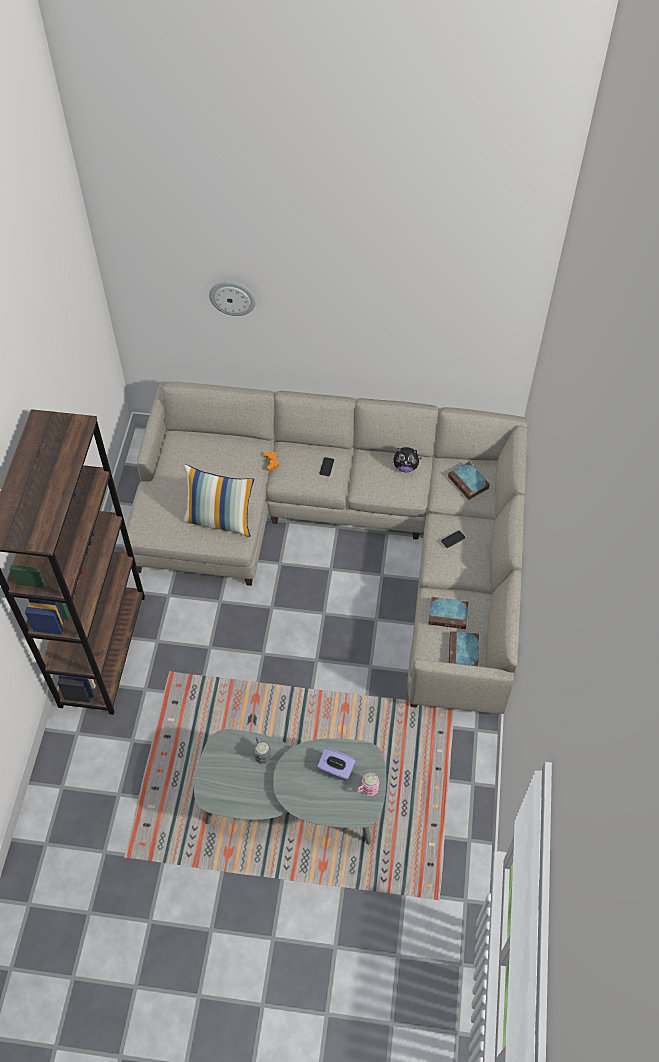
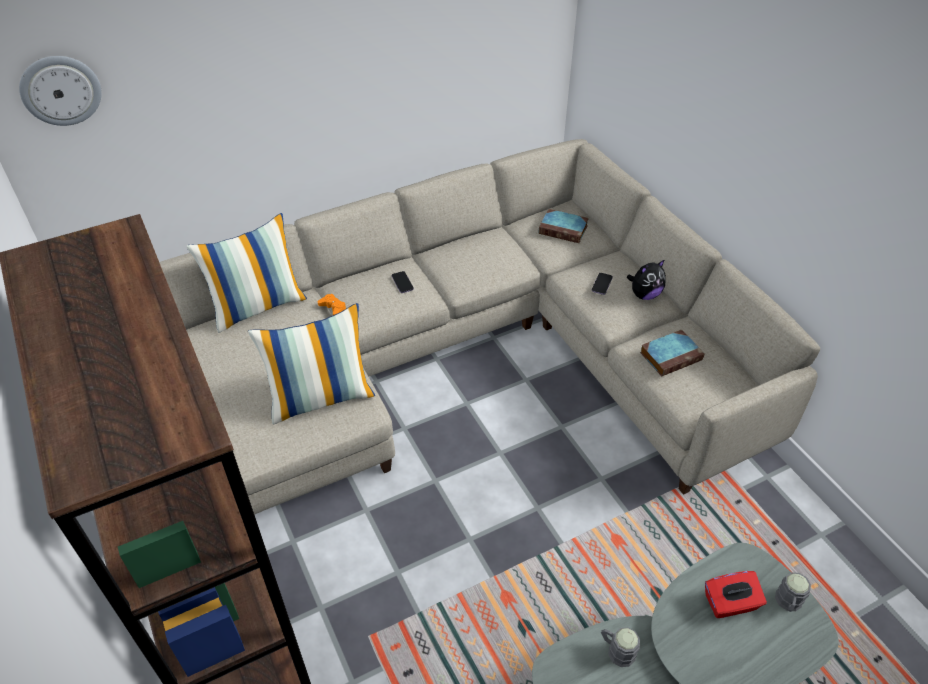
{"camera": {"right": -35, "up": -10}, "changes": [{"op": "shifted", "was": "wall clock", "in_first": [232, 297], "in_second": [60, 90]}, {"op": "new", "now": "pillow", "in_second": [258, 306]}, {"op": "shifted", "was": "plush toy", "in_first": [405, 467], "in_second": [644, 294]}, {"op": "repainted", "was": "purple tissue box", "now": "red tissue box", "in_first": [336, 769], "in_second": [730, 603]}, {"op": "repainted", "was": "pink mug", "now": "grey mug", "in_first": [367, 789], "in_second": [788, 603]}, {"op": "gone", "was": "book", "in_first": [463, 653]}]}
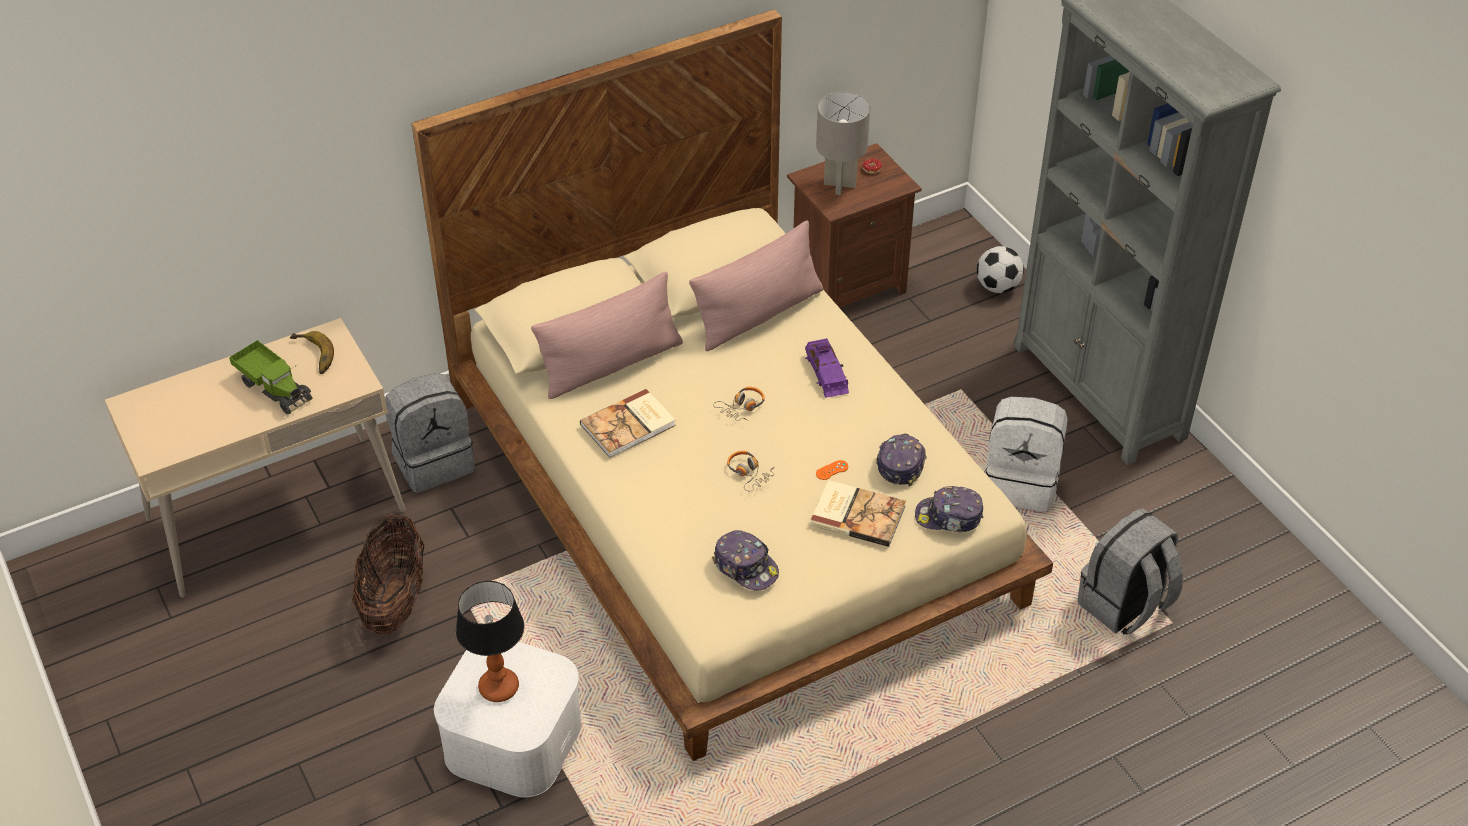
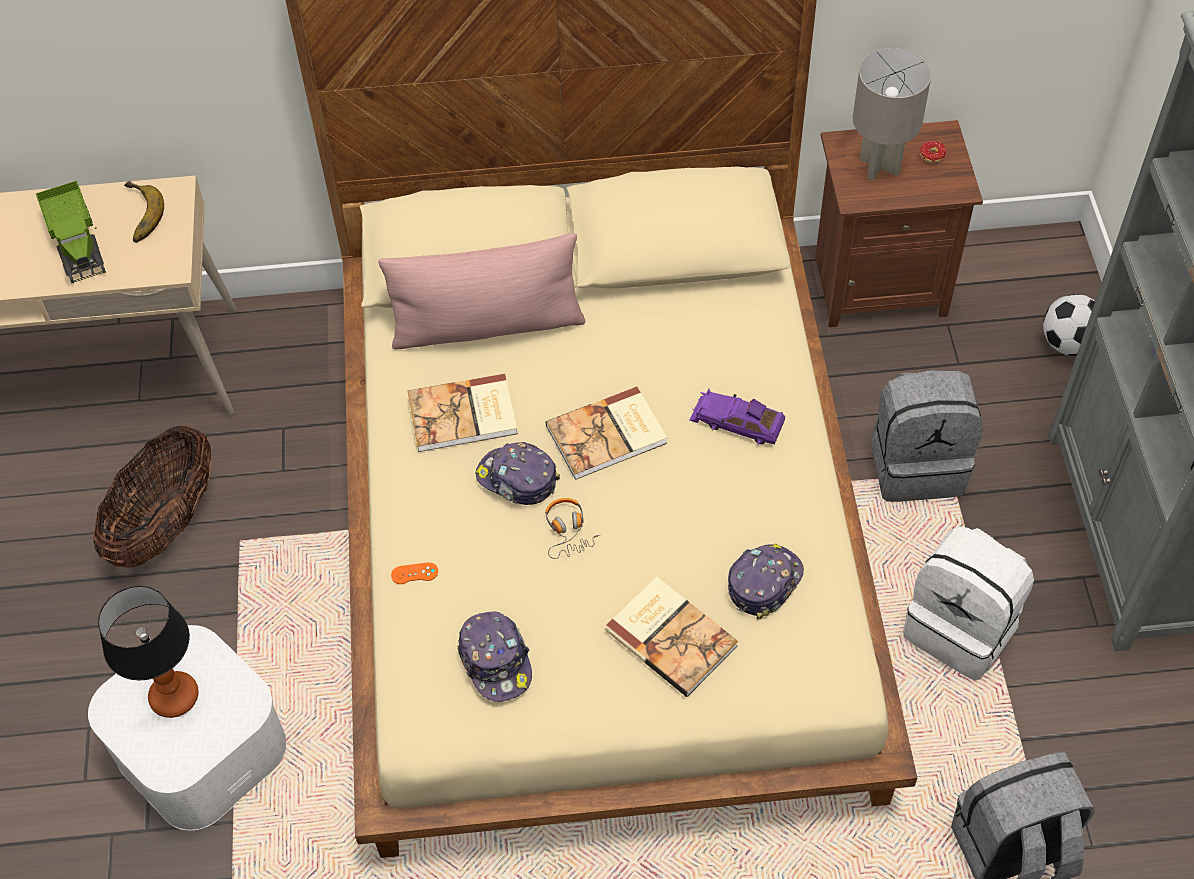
{"camera": {"right": 25, "up": 10}, "changes": [{"op": "shifted", "was": "orange game controller", "in_first": [832, 470], "in_second": [414, 573]}, {"op": "shifted", "was": "cap", "in_first": [949, 517], "in_second": [517, 479]}, {"op": "swapped", "was": "headphones", "now": "book", "in_first": [742, 407], "in_second": [608, 436]}, {"op": "rotated", "was": "purple toy car", "in_first": [826, 373], "in_second": [737, 422], "clockwise": 105}, {"op": "shifted", "was": "grey backpack", "in_first": [434, 461], "in_second": [917, 464]}, {"op": "gone", "was": "pink pillow", "in_first": [759, 315]}]}
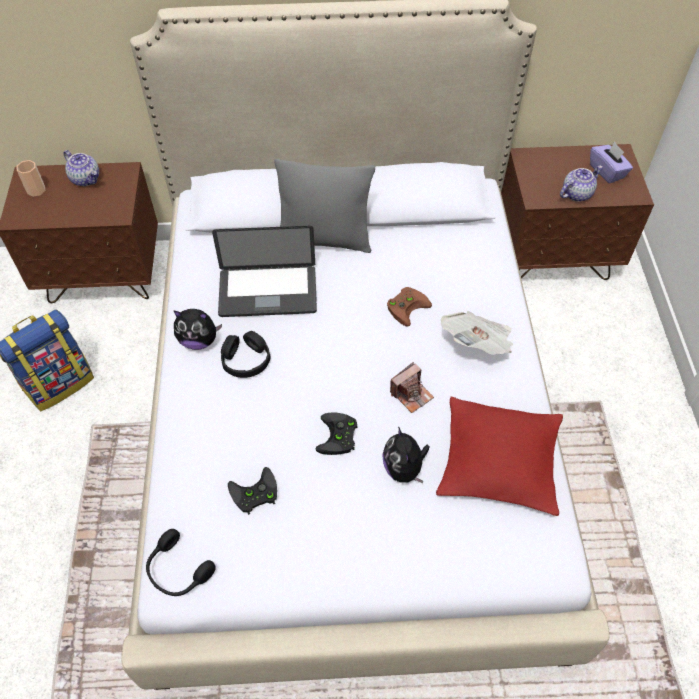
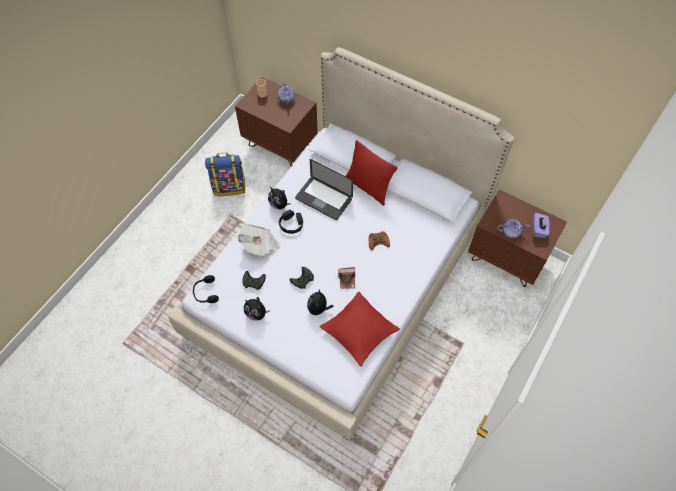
{"camera": {"right": 35, "up": 5}, "changes": [{"op": "shifted", "was": "newspaper", "in_first": [477, 344], "in_second": [260, 245]}, {"op": "new", "now": "plush toy", "in_second": [256, 313]}, {"op": "repainted", "was": "grey pillow", "now": "red pillow", "in_first": [324, 239], "in_second": [368, 187]}]}
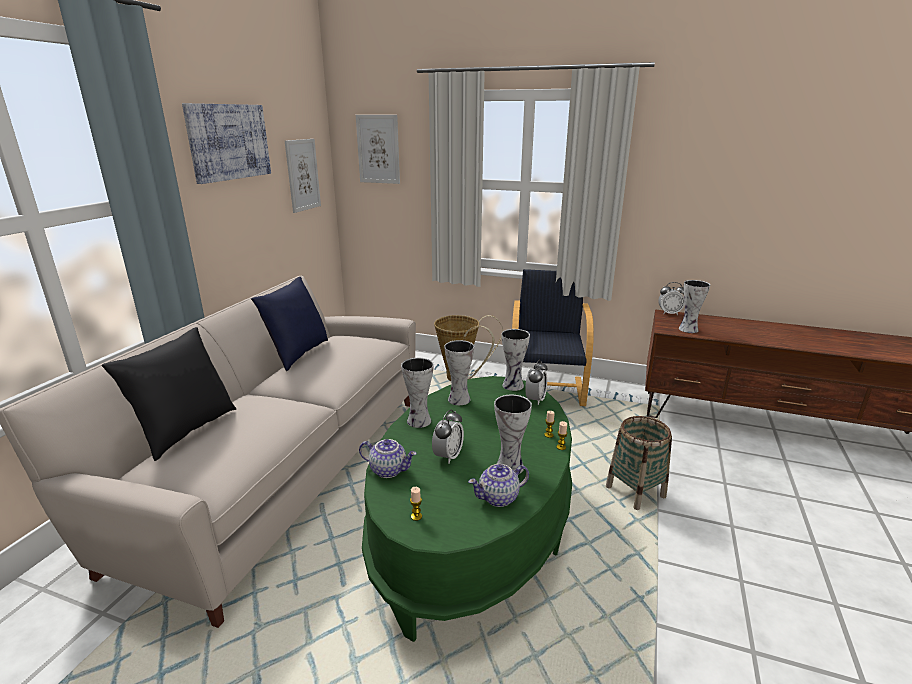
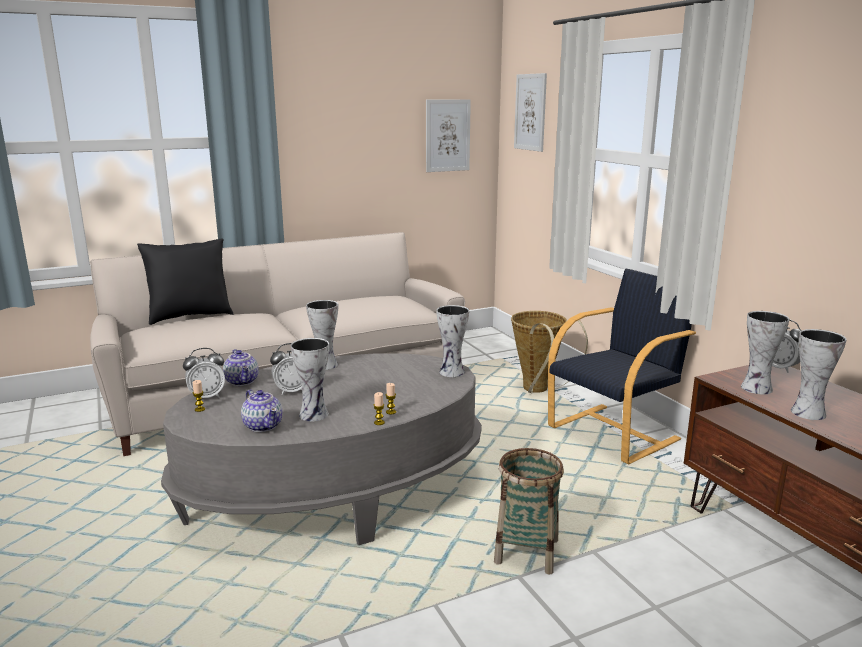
{"camera": {"right": 45, "up": -5}, "changes": [{"op": "repainted", "was": "green coffee table", "now": "grey coffee table", "in_first": [473, 529], "in_second": [335, 494]}, {"op": "shifted", "was": "alarm clock", "in_first": [535, 399], "in_second": [207, 396]}, {"op": "rotated", "was": "teapot", "in_first": [499, 498], "in_second": [263, 425], "clockwise": -150}, {"op": "shifted", "was": "vase", "in_first": [458, 399], "in_second": [806, 412]}, {"op": "gone", "was": "picture", "in_first": [229, 142]}, {"op": "gone", "was": "blue pillow", "in_first": [297, 354]}]}
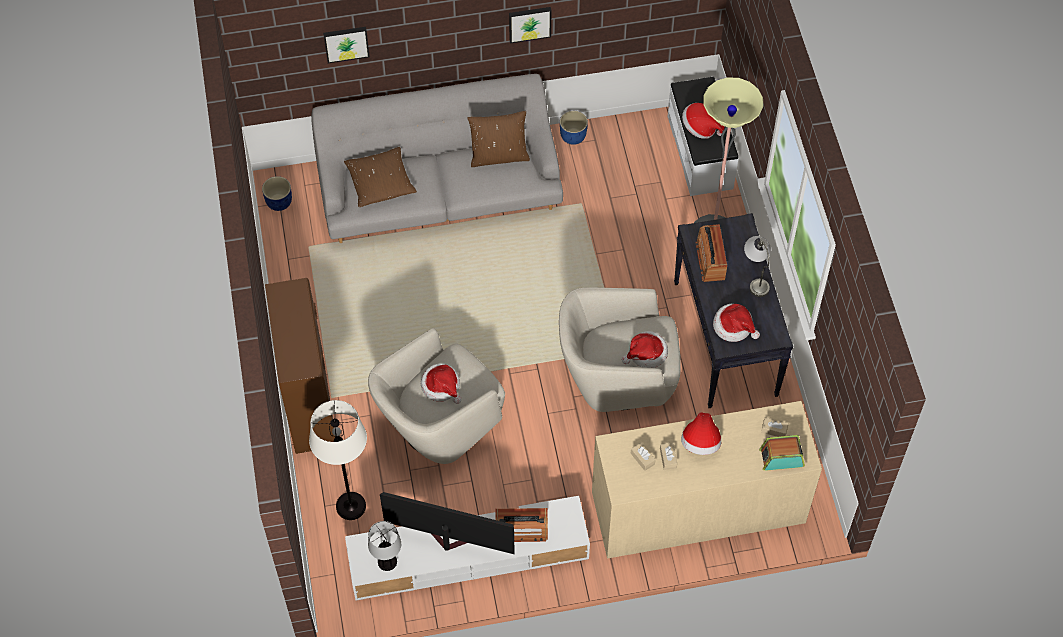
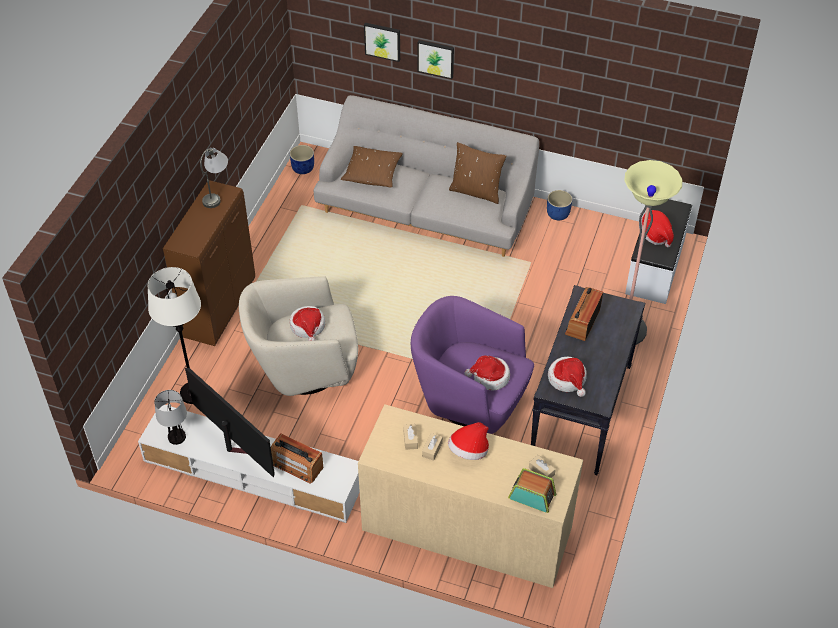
{"camera": {"right": 30, "up": -10}, "changes": [{"op": "shifted", "was": "grey table lamp", "in_first": [756, 277], "in_second": [217, 193]}, {"op": "repainted", "was": "beige armchair", "now": "purple armchair", "in_first": [617, 376], "in_second": [470, 397]}, {"op": "shifted", "was": "picture", "in_first": [529, 23], "in_second": [436, 58]}]}
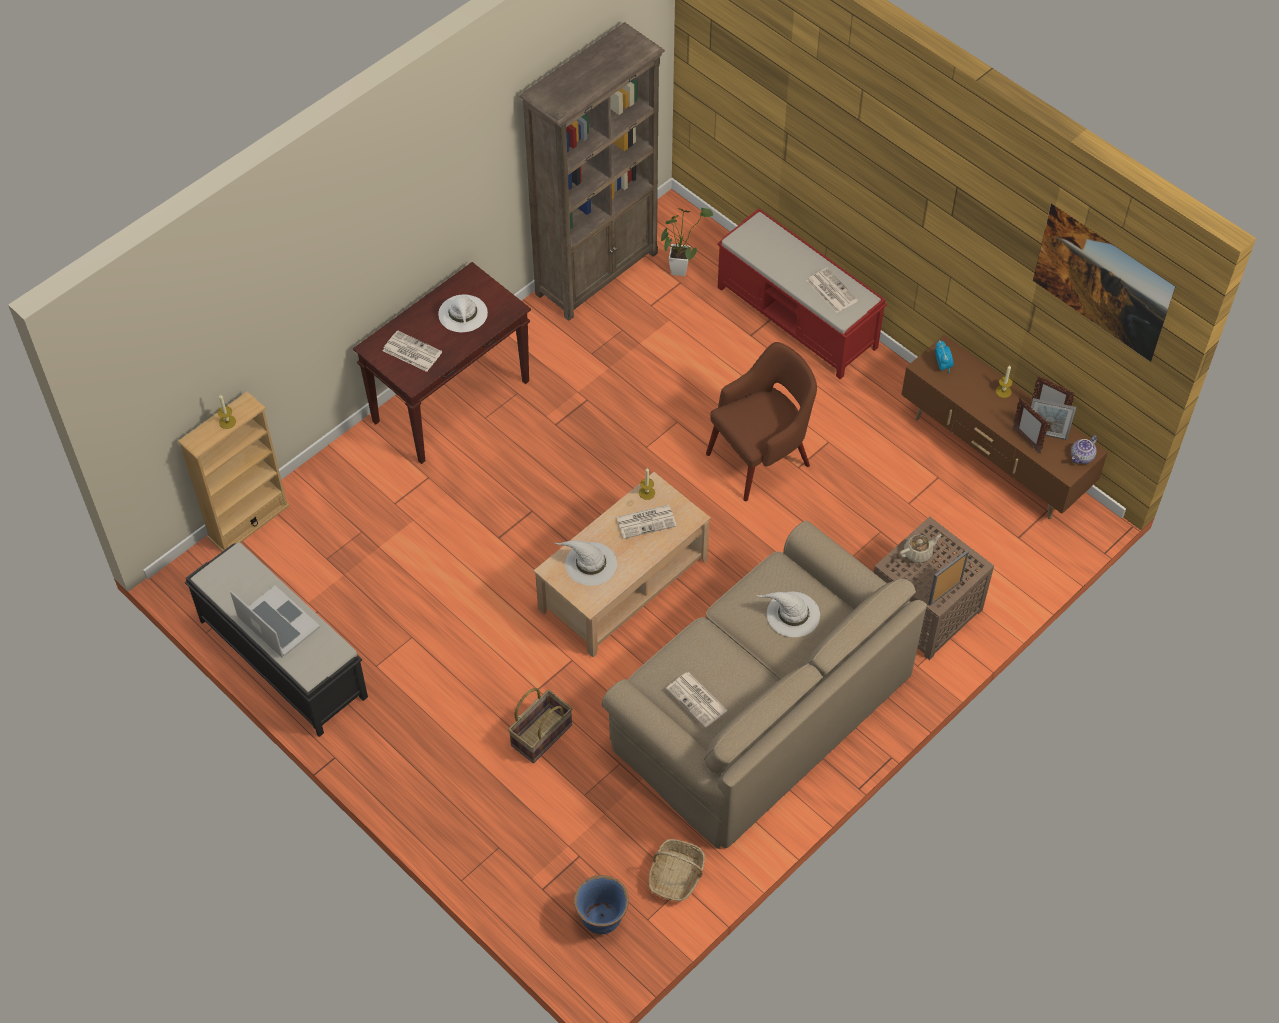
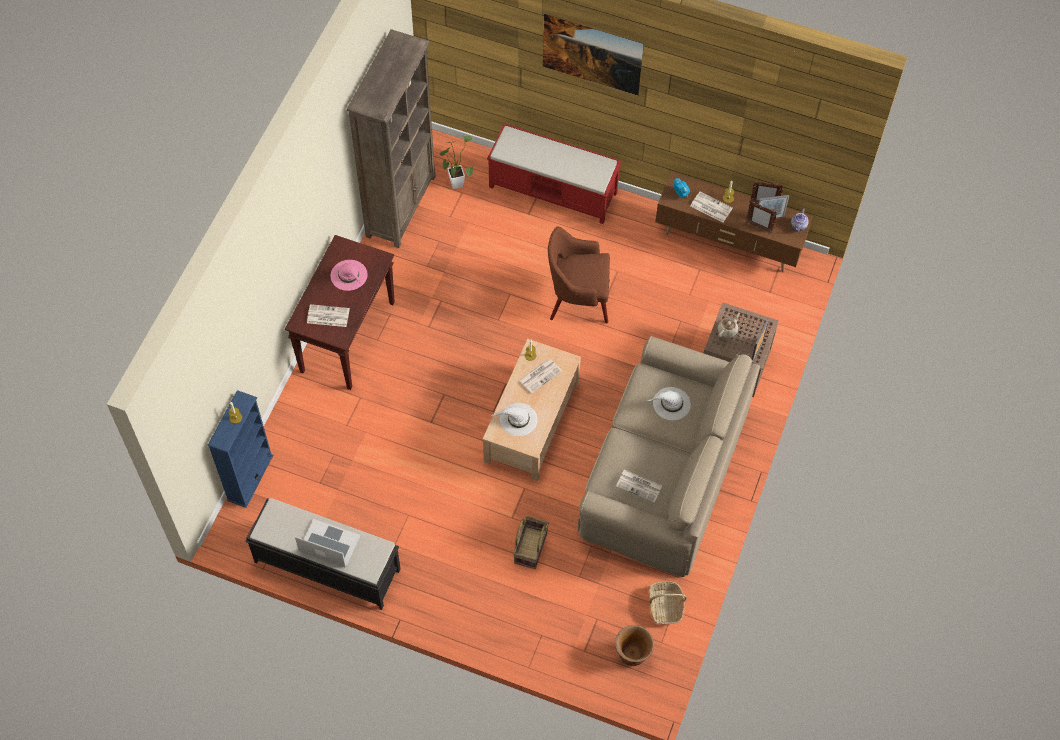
{"camera": {"right": -25, "up": 5}, "changes": [{"op": "repainted", "was": "beige bookcase", "now": "blue bookcase", "in_first": [248, 521], "in_second": [250, 477]}, {"op": "repainted", "was": "white hat", "now": "pink hat", "in_first": [463, 314], "in_second": [349, 275]}, {"op": "shifted", "was": "picture", "in_first": [1096, 302], "in_second": [591, 68]}, {"op": "rotated", "was": "brown armchair", "in_first": [760, 458], "in_second": [578, 300], "clockwise": -120}, {"op": "repainted", "was": "blue planter", "now": "brown planter", "in_first": [601, 918], "in_second": [632, 654]}, {"op": "shifted", "was": "newspaper", "in_first": [831, 290], "in_second": [710, 207]}]}
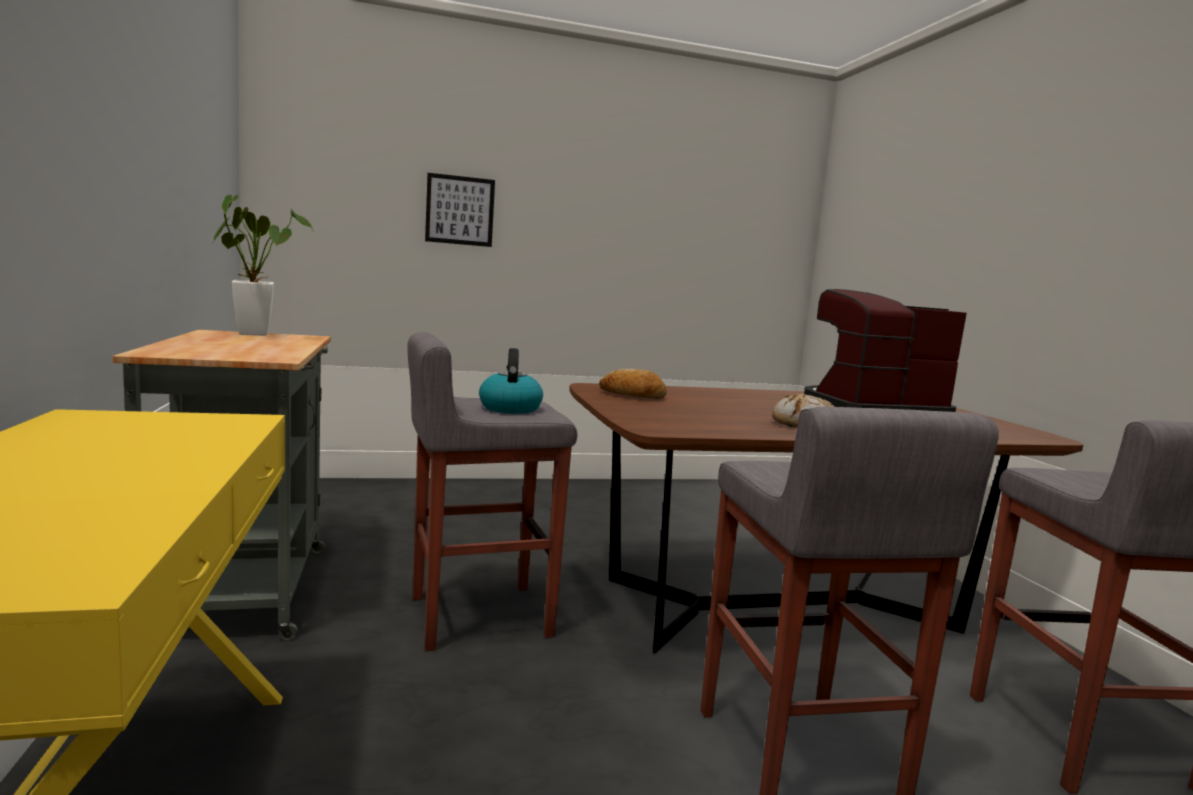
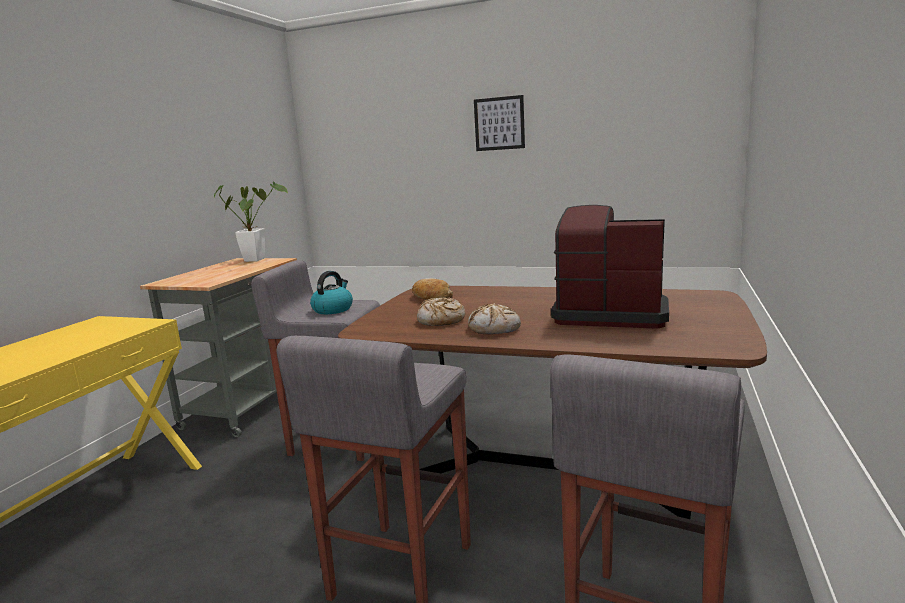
{"camera": {"right": 35, "up": 5}, "changes": [{"op": "new", "now": "bread", "in_second": [441, 320]}, {"op": "shifted", "was": "picture", "in_first": [460, 210], "in_second": [499, 123]}]}
